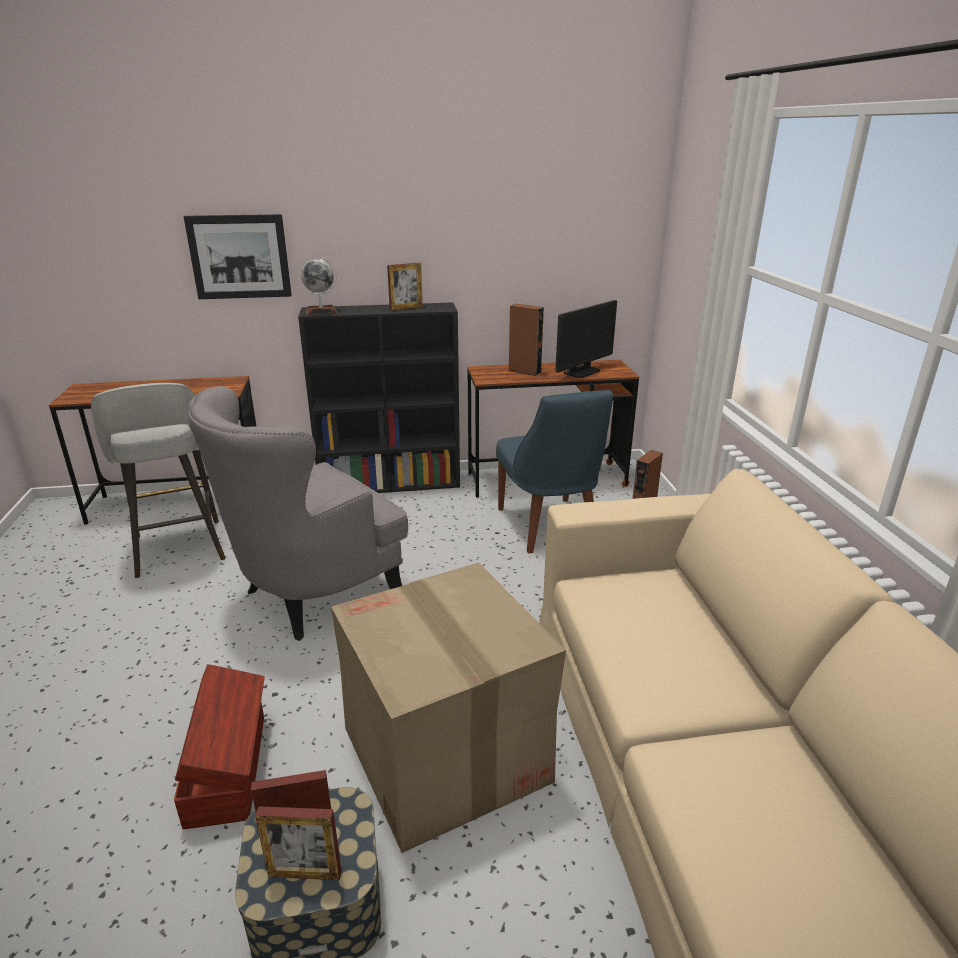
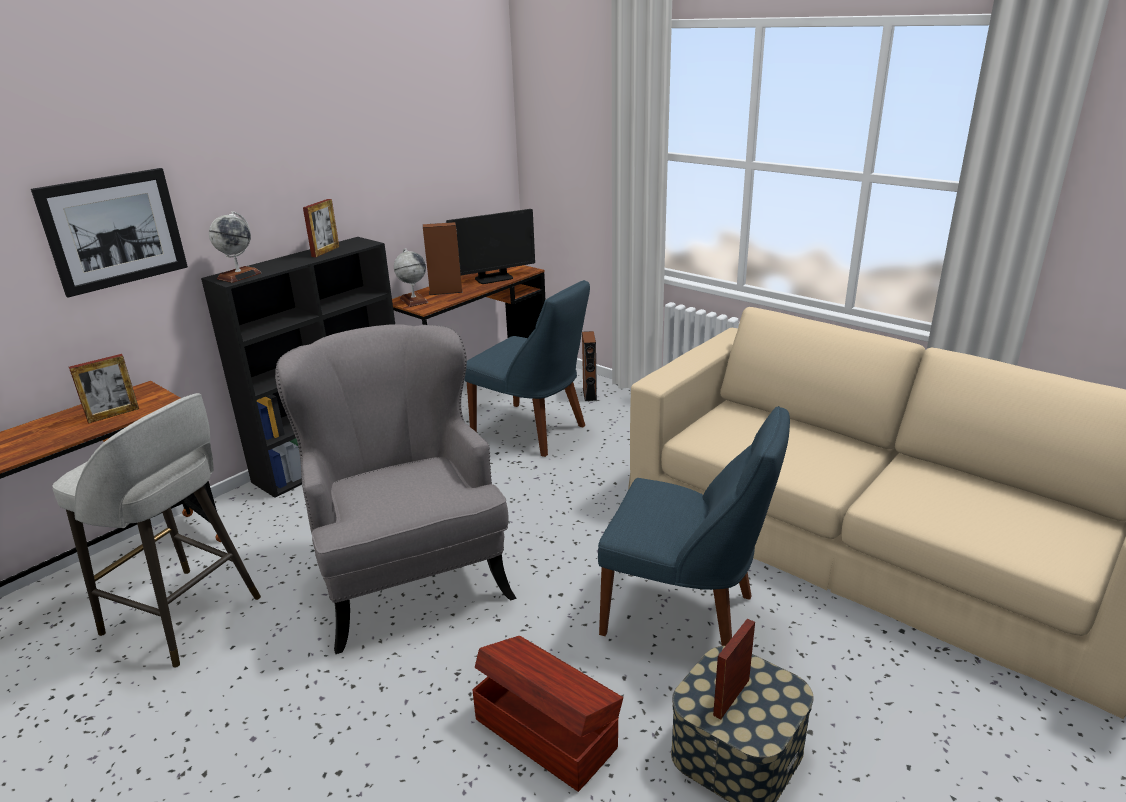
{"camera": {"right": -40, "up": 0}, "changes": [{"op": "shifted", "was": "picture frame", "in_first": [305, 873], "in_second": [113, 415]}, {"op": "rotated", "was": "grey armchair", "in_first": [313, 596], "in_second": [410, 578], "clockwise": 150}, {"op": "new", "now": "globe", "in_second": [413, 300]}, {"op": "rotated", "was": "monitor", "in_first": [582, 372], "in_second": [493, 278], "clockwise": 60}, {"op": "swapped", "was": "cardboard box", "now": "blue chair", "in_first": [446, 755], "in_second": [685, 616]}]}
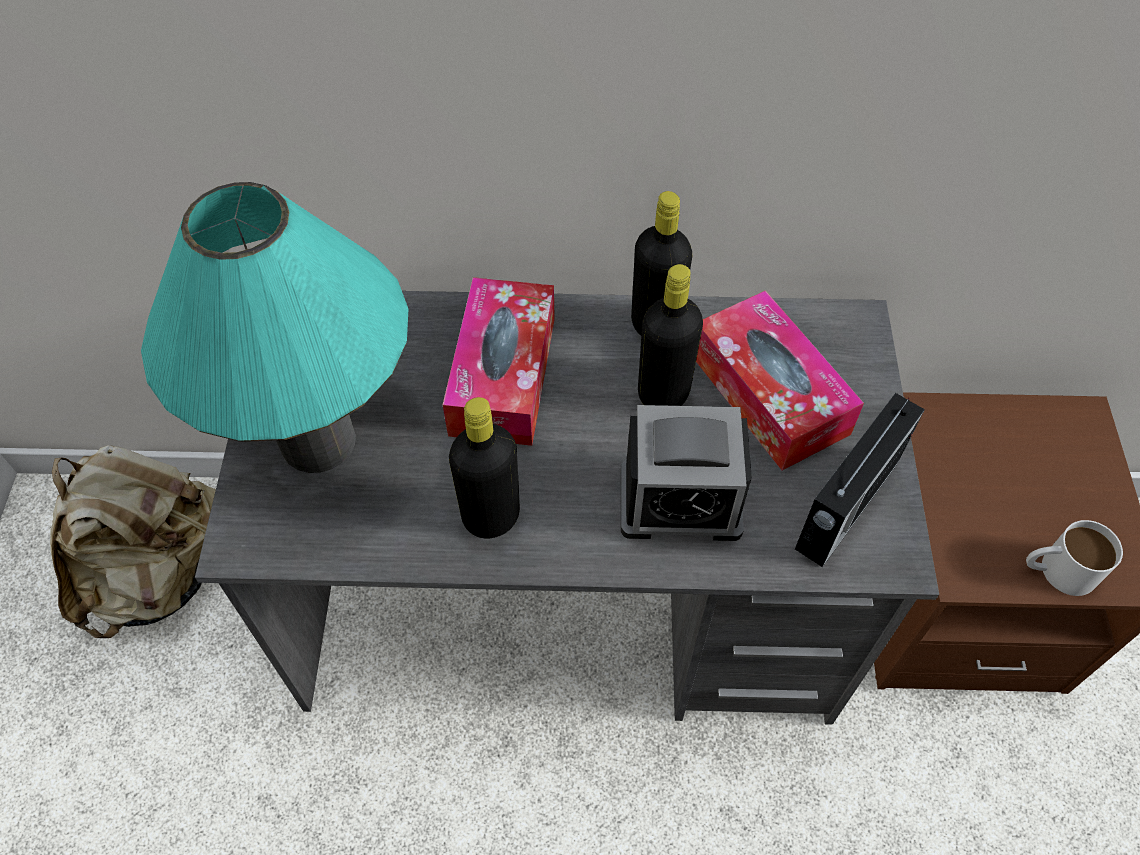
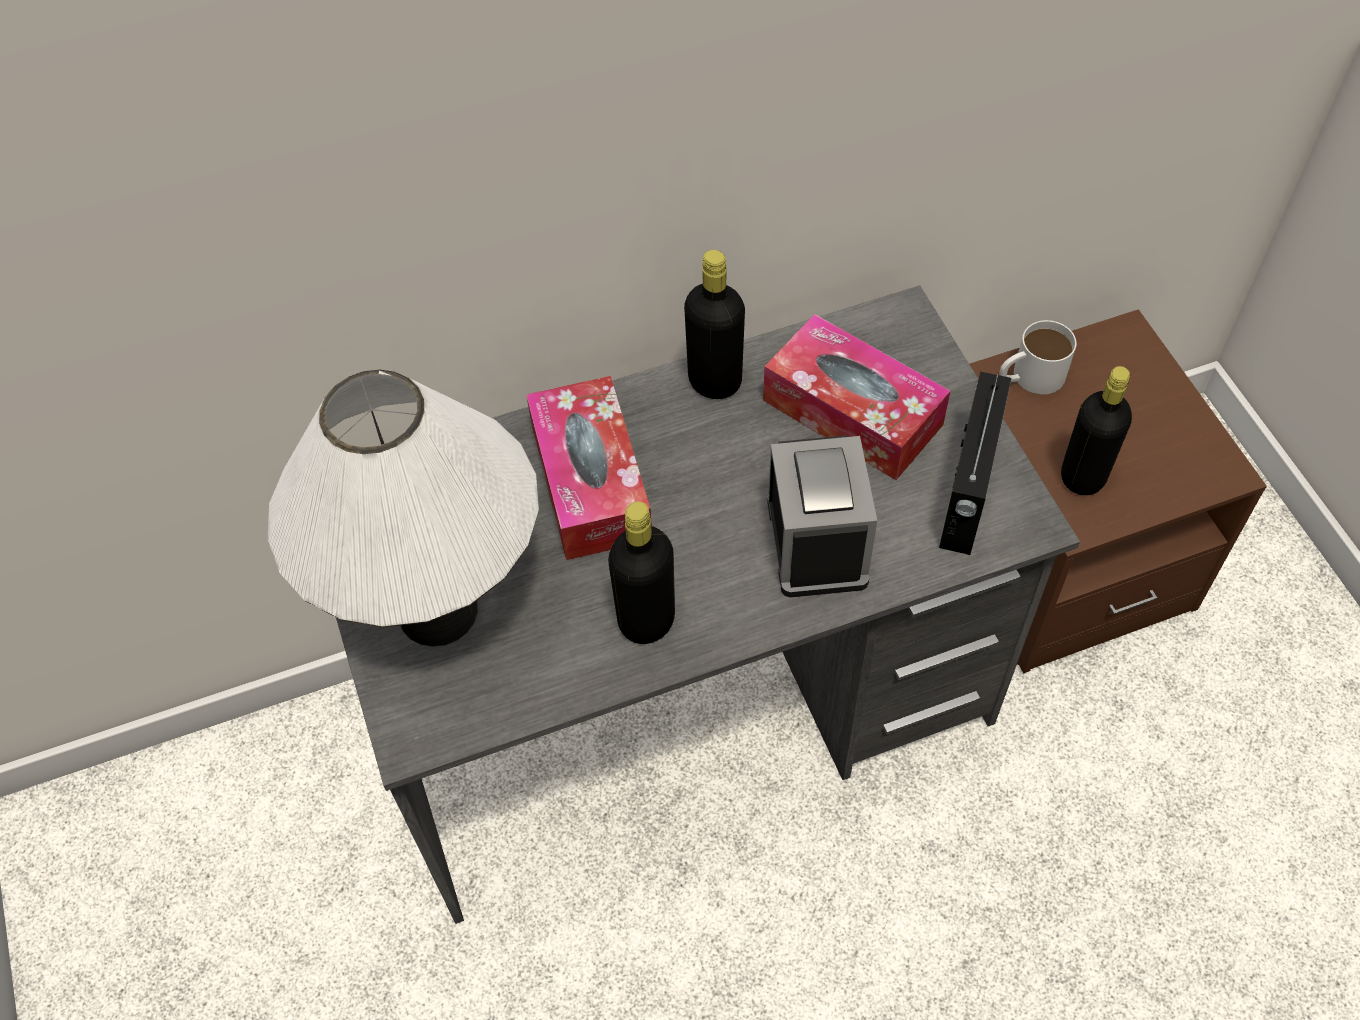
{"camera": {"right": -20, "up": 0}, "changes": [{"op": "repainted", "was": "turquoise table lamp", "now": "white table lamp", "in_first": [318, 440], "in_second": [437, 610]}, {"op": "rotated", "was": "alarm clock", "in_first": [680, 501], "in_second": [816, 542], "clockwise": -75}, {"op": "shifted", "was": "white mug", "in_first": [1058, 570], "in_second": [1029, 377]}, {"op": "shifted", "was": "black bottle", "in_first": [663, 393], "in_second": [1083, 477]}, {"op": "gone", "was": "beige backpack", "in_first": [160, 573]}]}
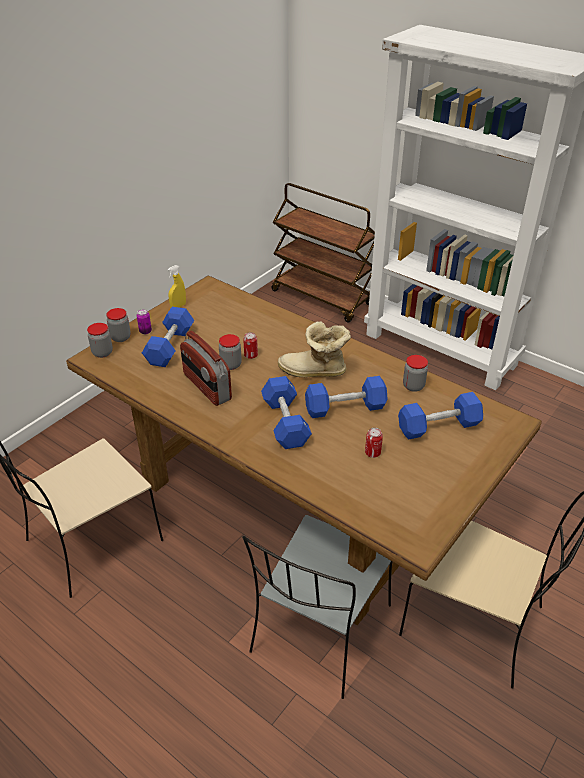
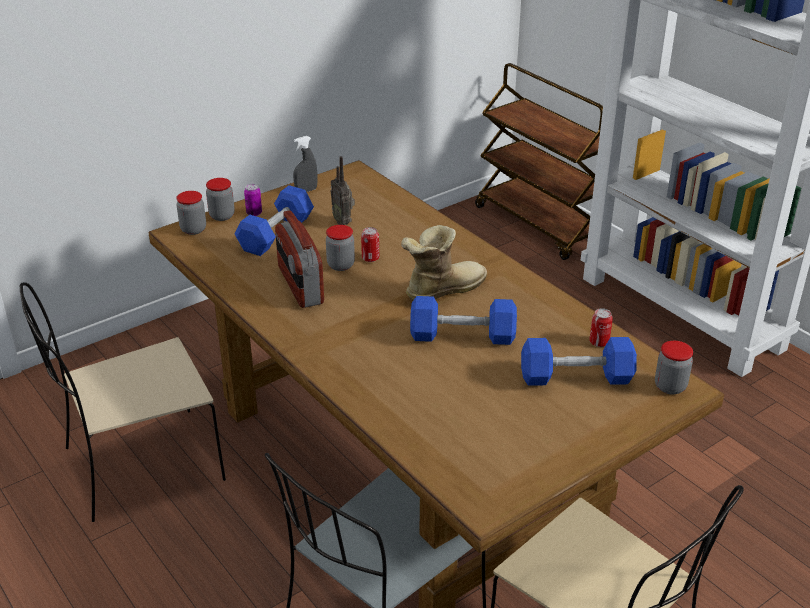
{"camera": {"right": 15, "up": -5}, "changes": [{"op": "repainted", "was": "yellow spray bottle", "now": "grey spray bottle", "in_first": [178, 306], "in_second": [306, 191]}, {"op": "new", "now": "radio", "in_second": [343, 222]}, {"op": "rotated", "was": "boot", "in_first": [314, 372], "in_second": [441, 289], "clockwise": 120}, {"op": "shifted", "was": "can", "in_first": [372, 453], "in_second": [599, 342]}, {"op": "shifted", "was": "jar", "in_first": [413, 386], "in_second": [670, 386]}, {"op": "gone", "was": "blue dumbbell", "in_first": [285, 422]}]}
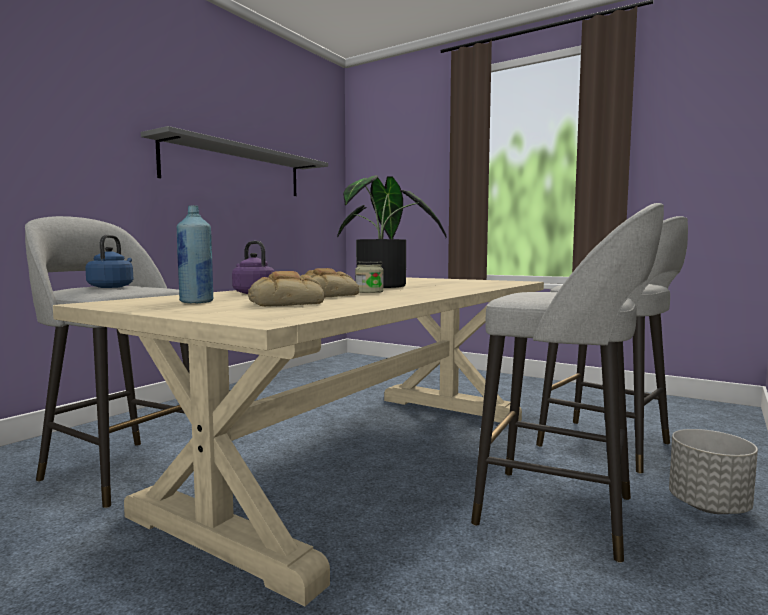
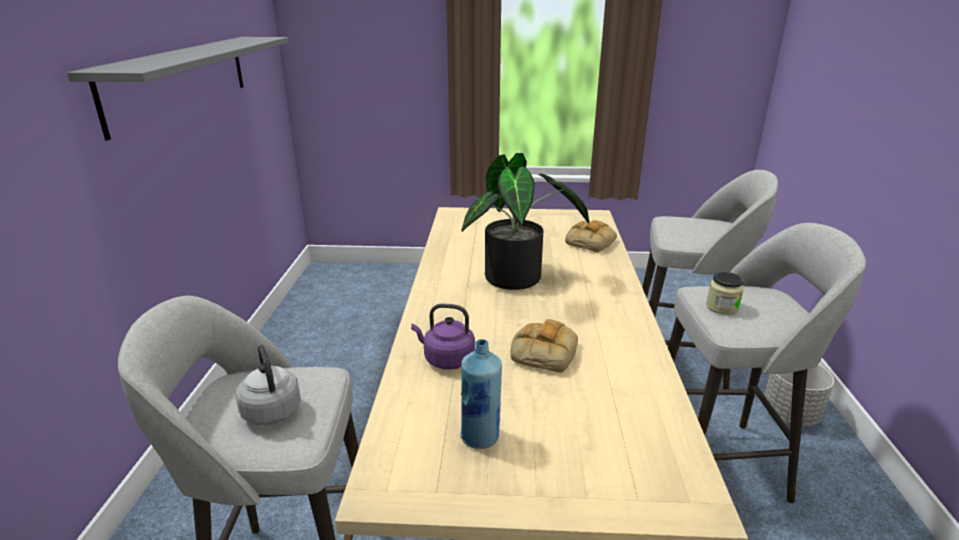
{"camera": {"right": -30, "up": 20}, "changes": [{"op": "repainted", "was": "blue kettle", "now": "grey kettle", "in_first": [112, 287], "in_second": [271, 409]}, {"op": "shifted", "was": "bread", "in_first": [287, 303], "in_second": [590, 242]}, {"op": "shifted", "was": "jar", "in_first": [369, 292], "in_second": [722, 307]}]}
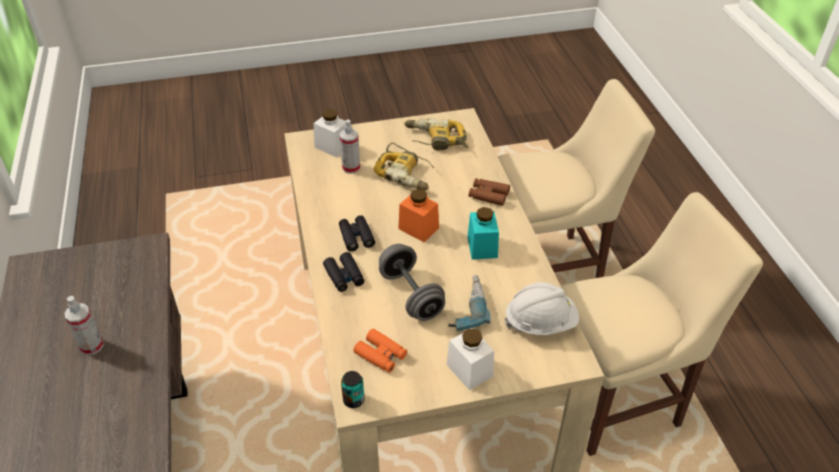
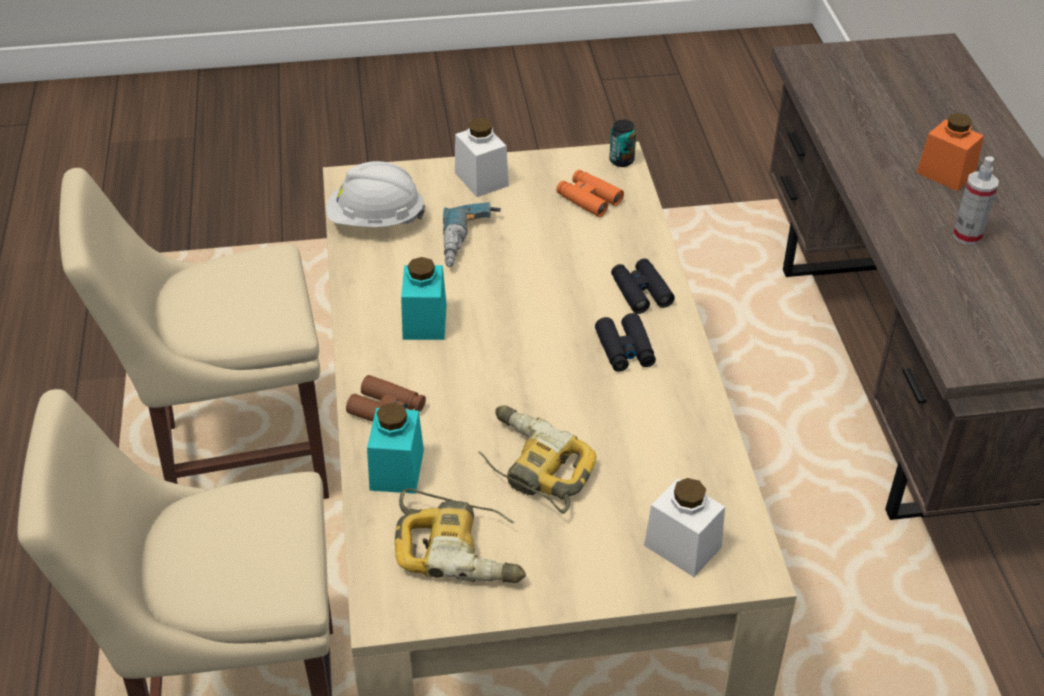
{"camera": {"right": -175, "up": 0}, "changes": [{"op": "new", "now": "turquoise jar", "in_second": [397, 470]}, {"op": "shifted", "was": "orange jar", "in_first": [418, 228], "in_second": [945, 173]}, {"op": "gone", "was": "spray bottle", "in_first": [351, 168]}, {"op": "gone", "was": "grey dumbbell", "in_first": [411, 295]}]}
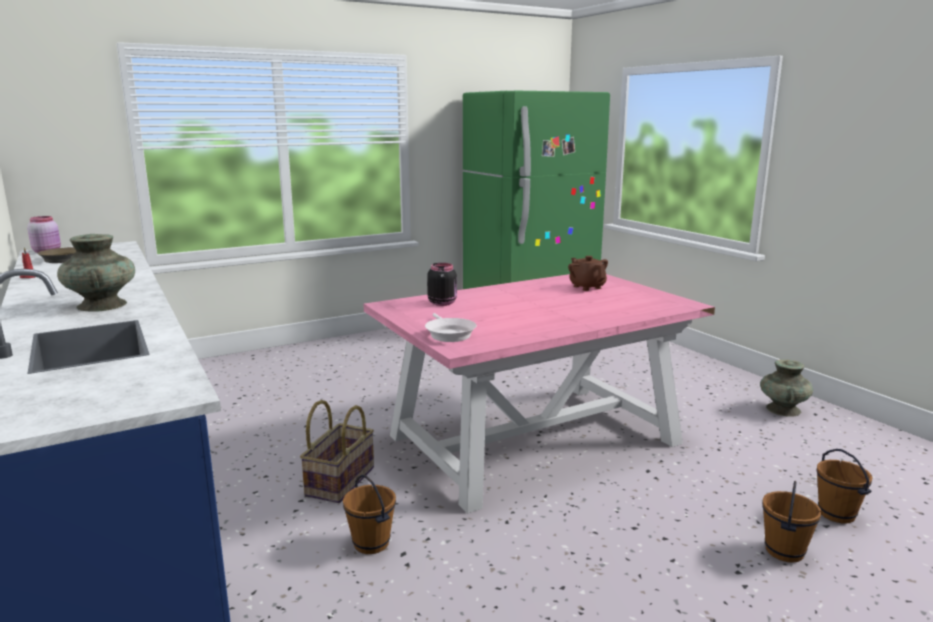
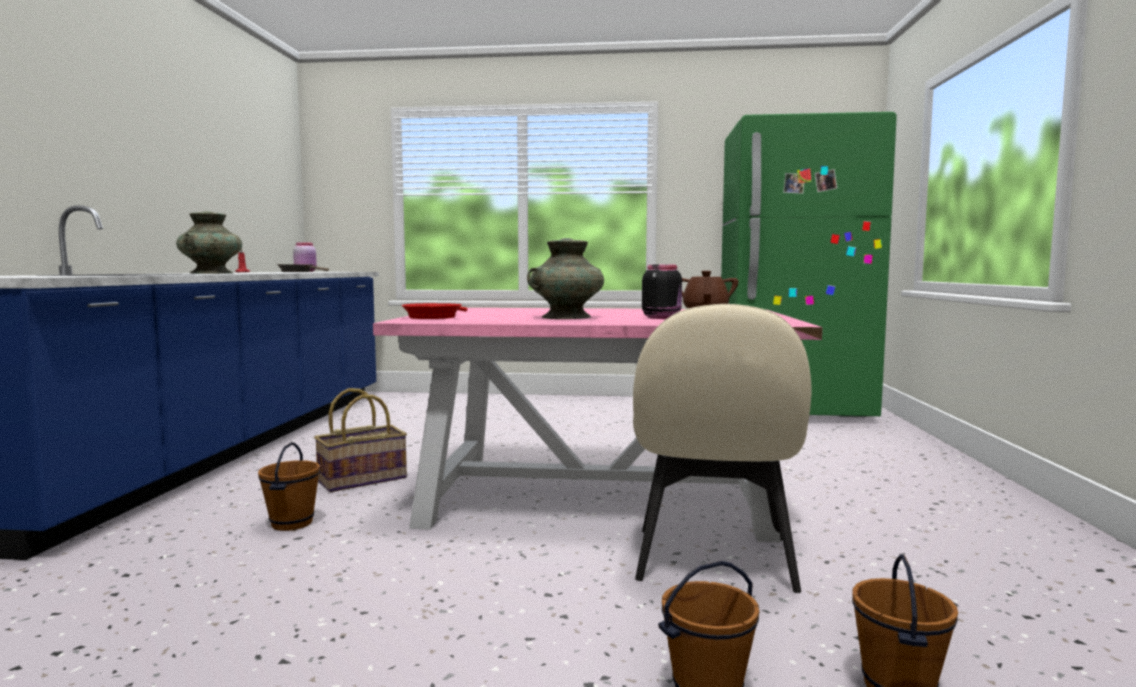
{"camera": {"right": 35, "up": -10}, "changes": [{"op": "repainted", "was": "white frying pan", "now": "red frying pan", "in_first": [448, 334], "in_second": [434, 317]}, {"op": "shifted", "was": "turquoise vase", "in_first": [783, 410], "in_second": [566, 317]}, {"op": "new", "now": "beige chair", "in_second": [713, 561]}, {"op": "shifted", "was": "black jar", "in_first": [442, 303], "in_second": [662, 318]}]}
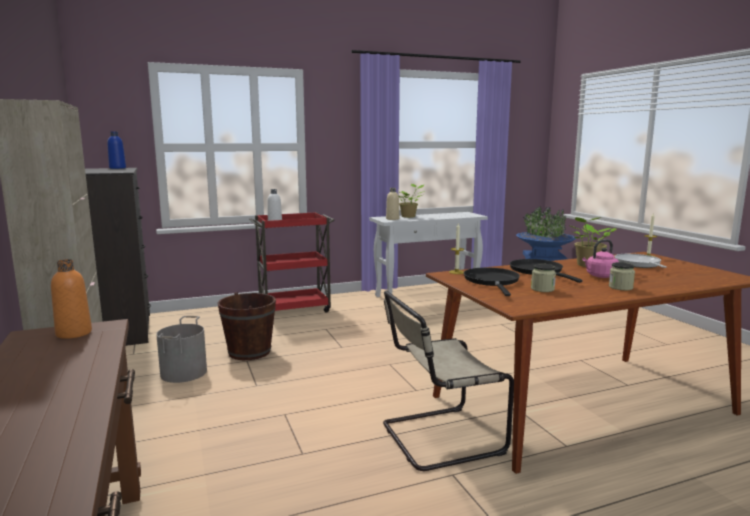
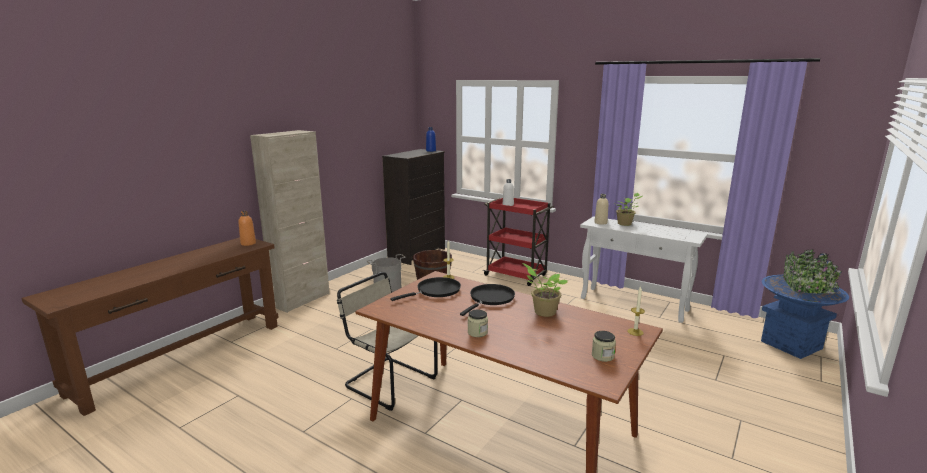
{"camera": {"right": 55, "up": 5}, "changes": [{"op": "shifted", "was": "jar", "in_first": [542, 289], "in_second": [602, 356]}, {"op": "gone", "was": "pink kettle", "in_first": [600, 276]}, {"op": "gone", "was": "frying pan", "in_first": [638, 264]}]}
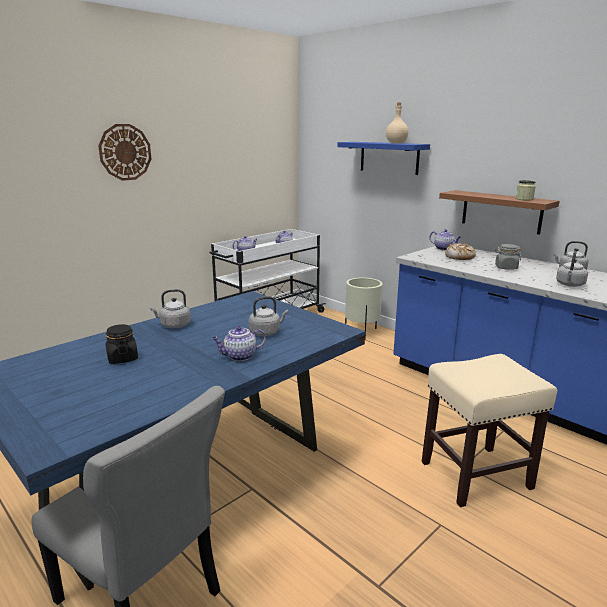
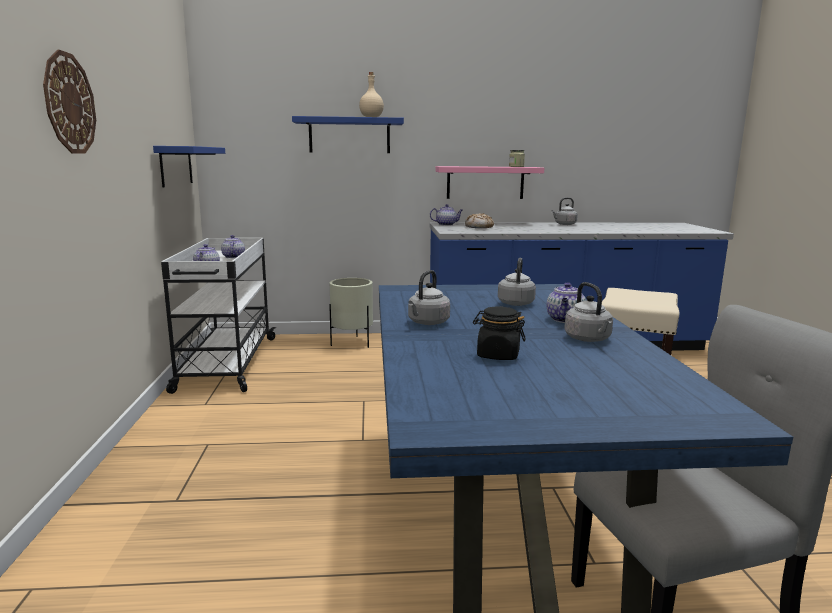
{"camera": {"right": -50, "up": -5}, "changes": [{"op": "new", "now": "blue shelf", "in_second": [176, 165]}, {"op": "repainted", "was": "brown shelf", "now": "pink shelf", "in_first": [501, 211], "in_second": [485, 182]}, {"op": "shifted", "was": "grey kettle", "in_first": [570, 285], "in_second": [589, 339]}, {"op": "gone", "was": "grey jar", "in_first": [506, 268]}]}
